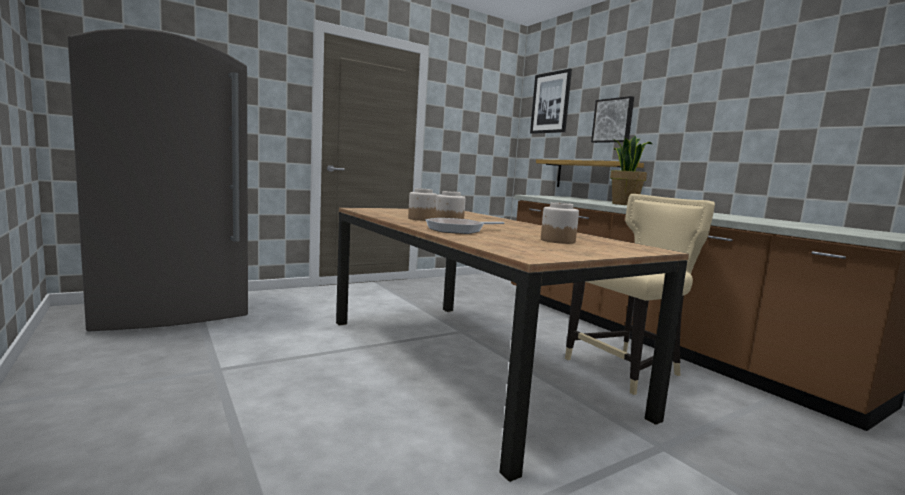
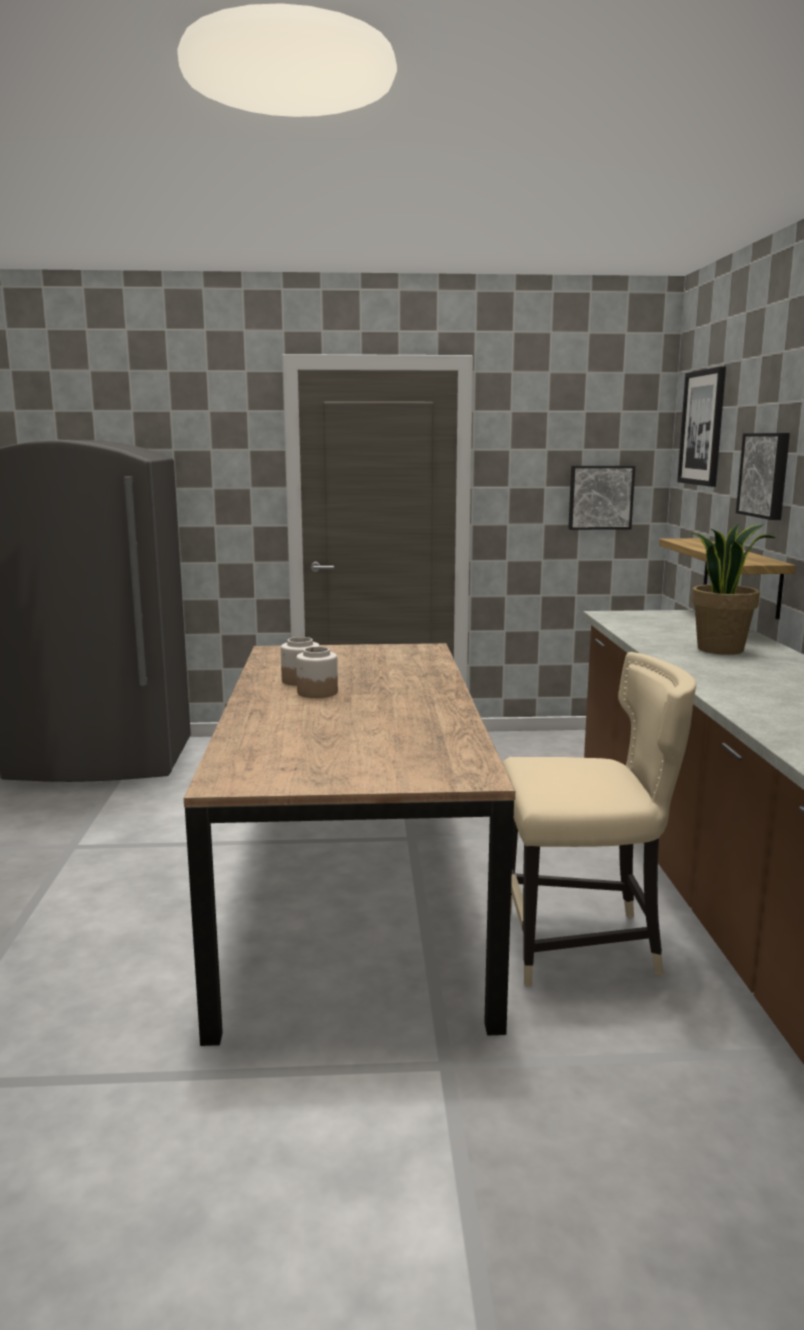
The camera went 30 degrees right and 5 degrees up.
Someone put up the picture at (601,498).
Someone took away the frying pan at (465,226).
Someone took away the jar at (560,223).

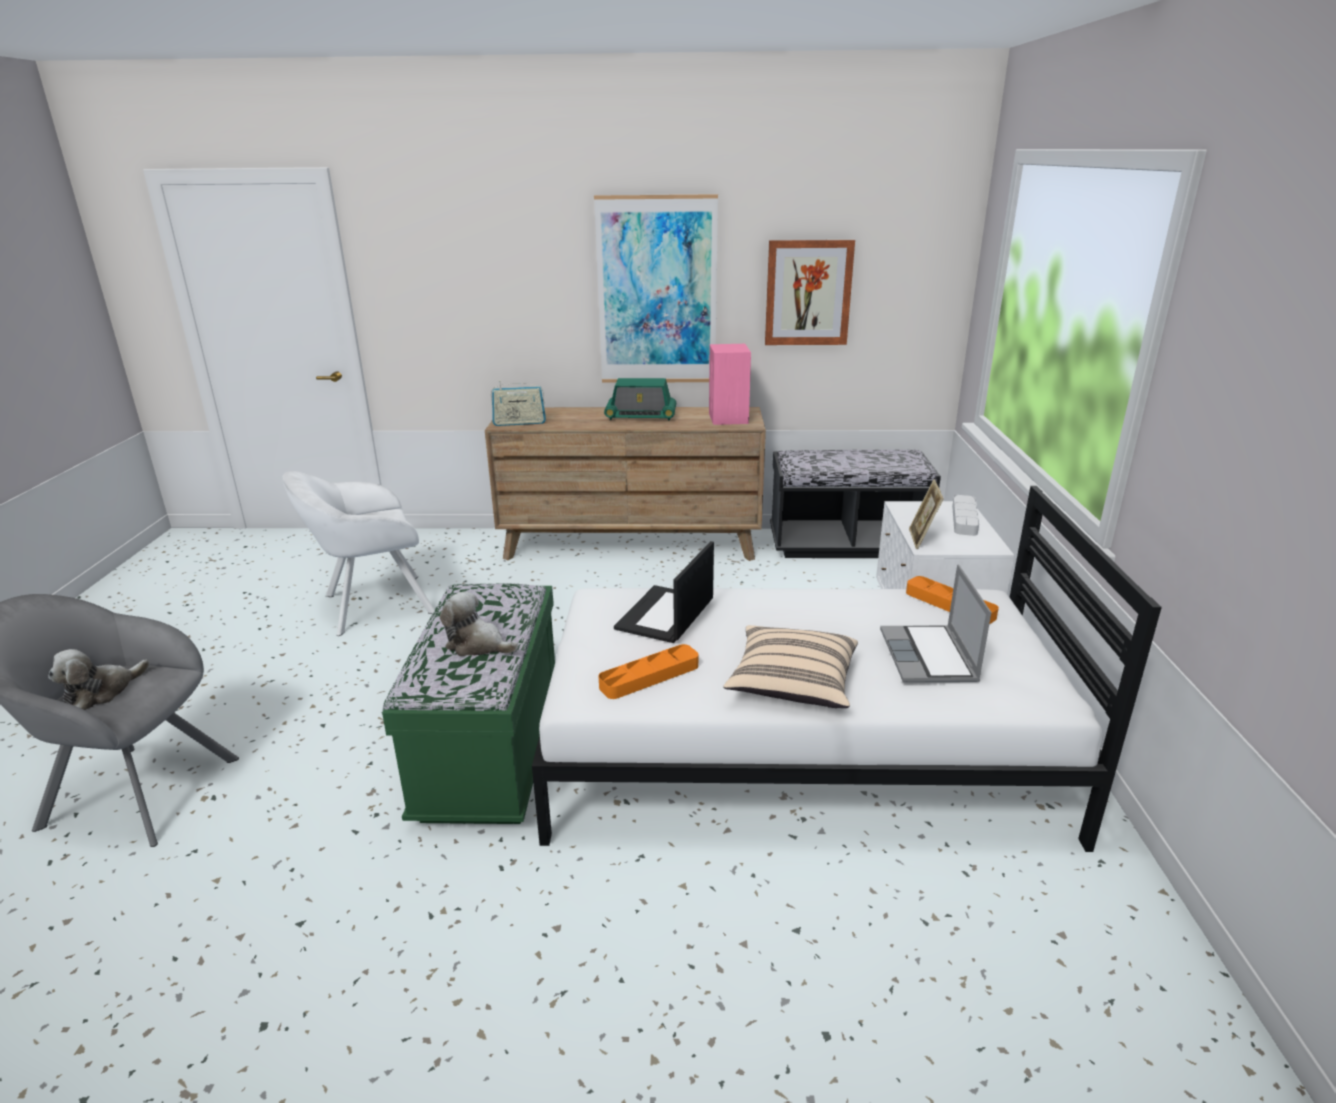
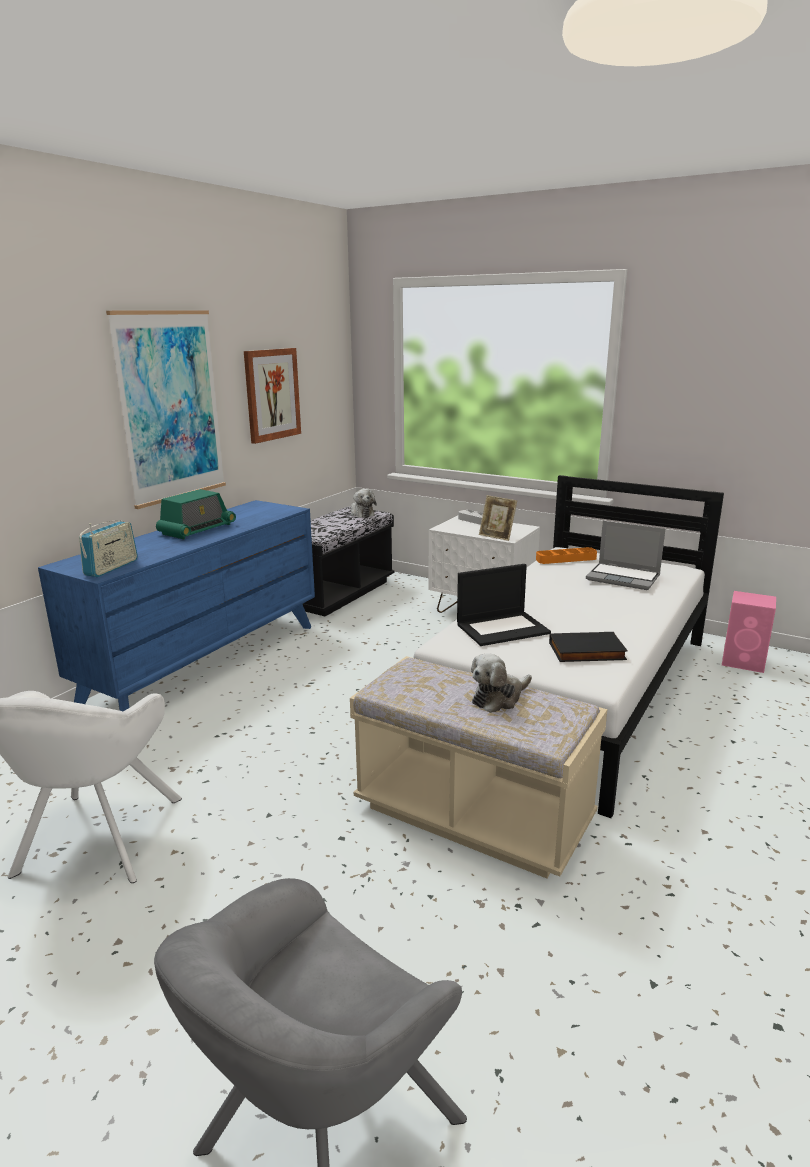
The camera went 60 degrees left and 5 degrees down.
Someone repainted the dresser (brown) at (625,484), which became the dresser (blue) at (176,605).
Someone carried the plush toy from (98,679) to (363,503).
Someone repainted the bench (green) at (468,703), which became the bench (beige) at (478,767).
Someone rotated the laptop at (664,592) by 75 degrees counterclockwise.
Someone swapped the tray (orange) at (648,671) for the book (black) at (588,647).
Someone carried the speaker (pink) from (730,384) to (749,632).
Someone took away the pillow (beige) at (790,666).

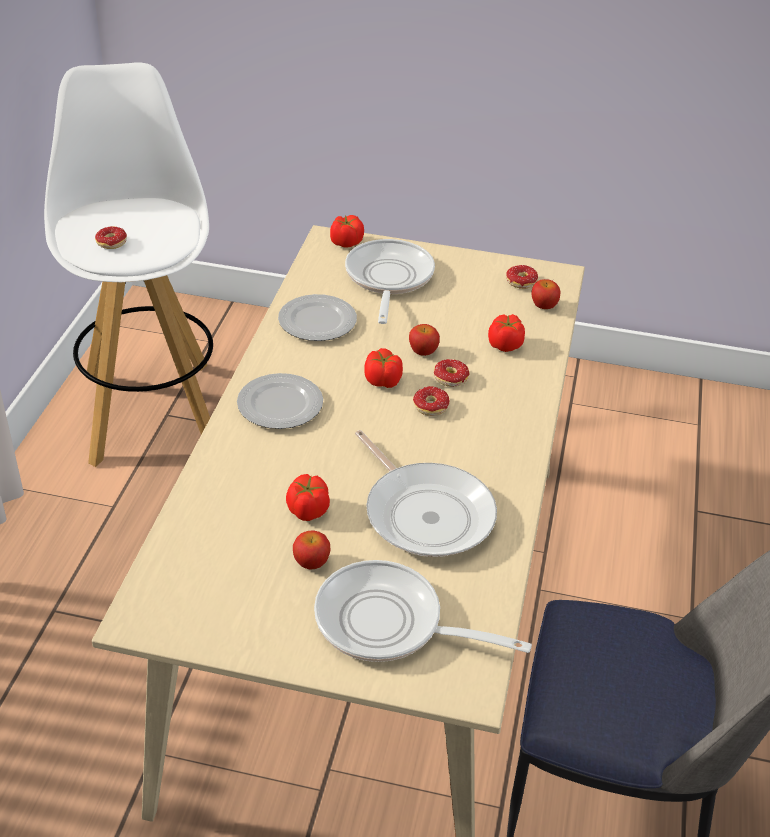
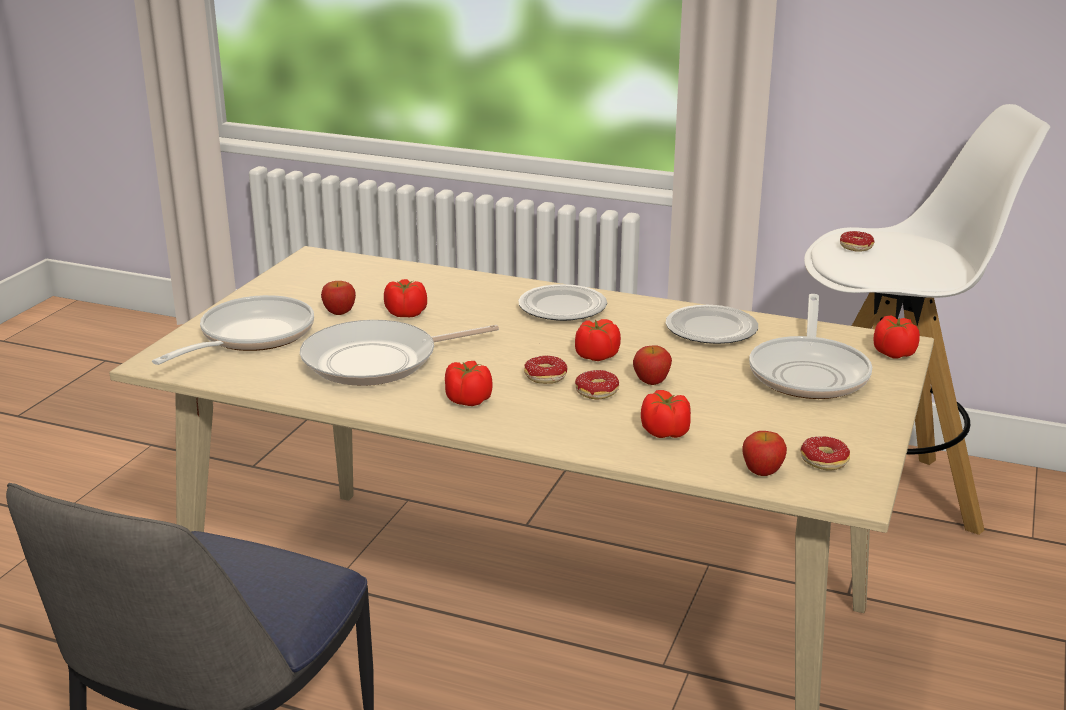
The camera went 100 degrees right and 15 degrees down.
Someone put down the tomato at (469,383).
Someone rotated the frying pan at (390,281) by 90 degrees clockwise.

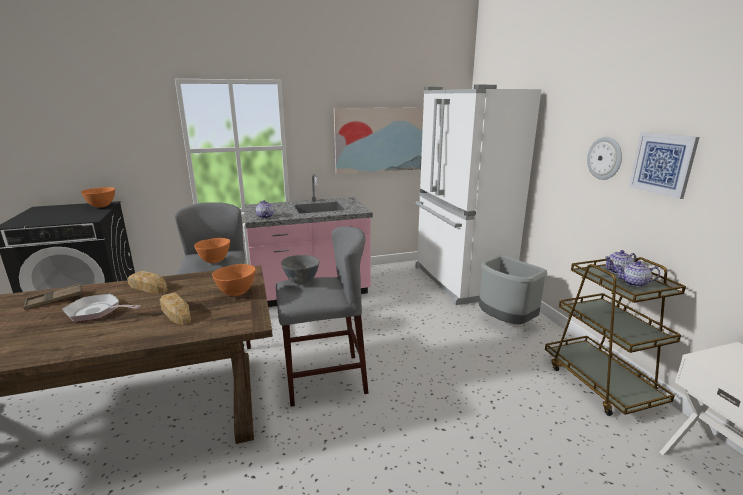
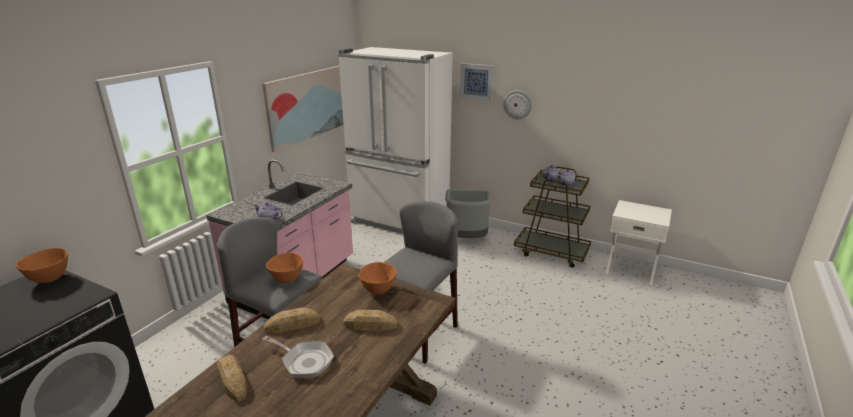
The camera went 45 degrees left and 5 degrees up.
Someone swapped the tray (brown) at (52,297) for the bread at (232,378).
Someone rotated the frying pan at (102,308) by 120 degrees counterclockwise.
Someone carried the picture from (664,165) to (477,82).
Someone took away the bowl (grey) at (300,269).

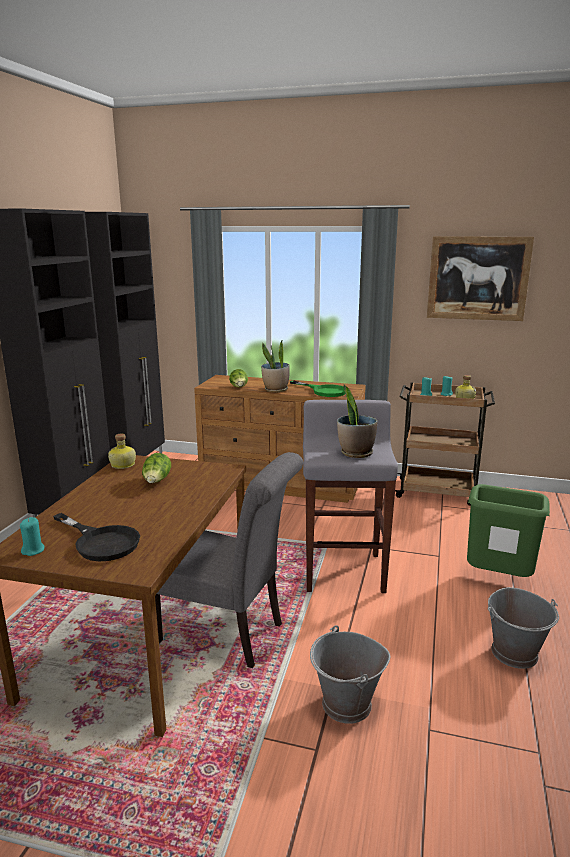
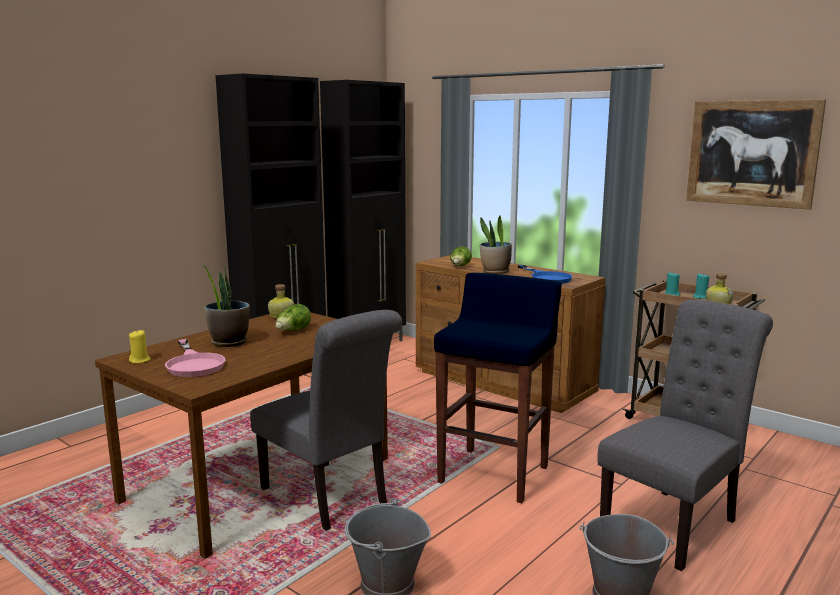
The camera went 25 degrees right and 5 degrees down.
Someone repainted the candle (turquoise) at (32,536), which became the candle (yellow) at (140,347).
Someone repainted the frying pan (black) at (96,537), which became the frying pan (pink) at (195,358).
Someone carried the potted plant from (357,421) to (226,306).
Someone repainted the stool (grey) at (350,496), which became the stool (blue) at (498,388).
Someone repainted the frying pan (green) at (317,388), which became the frying pan (blue) at (545,274).
Someone swapped the trash can (green) at (508,530) for the chair (grey) at (685,435).

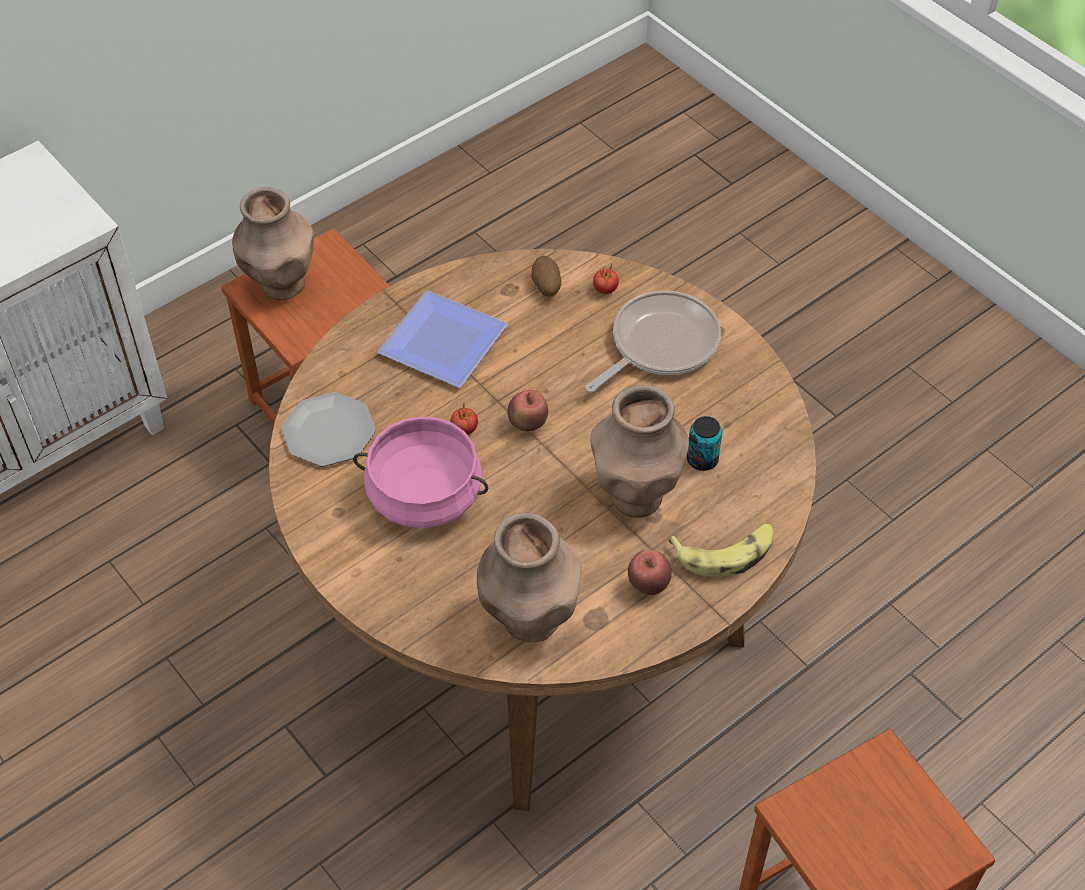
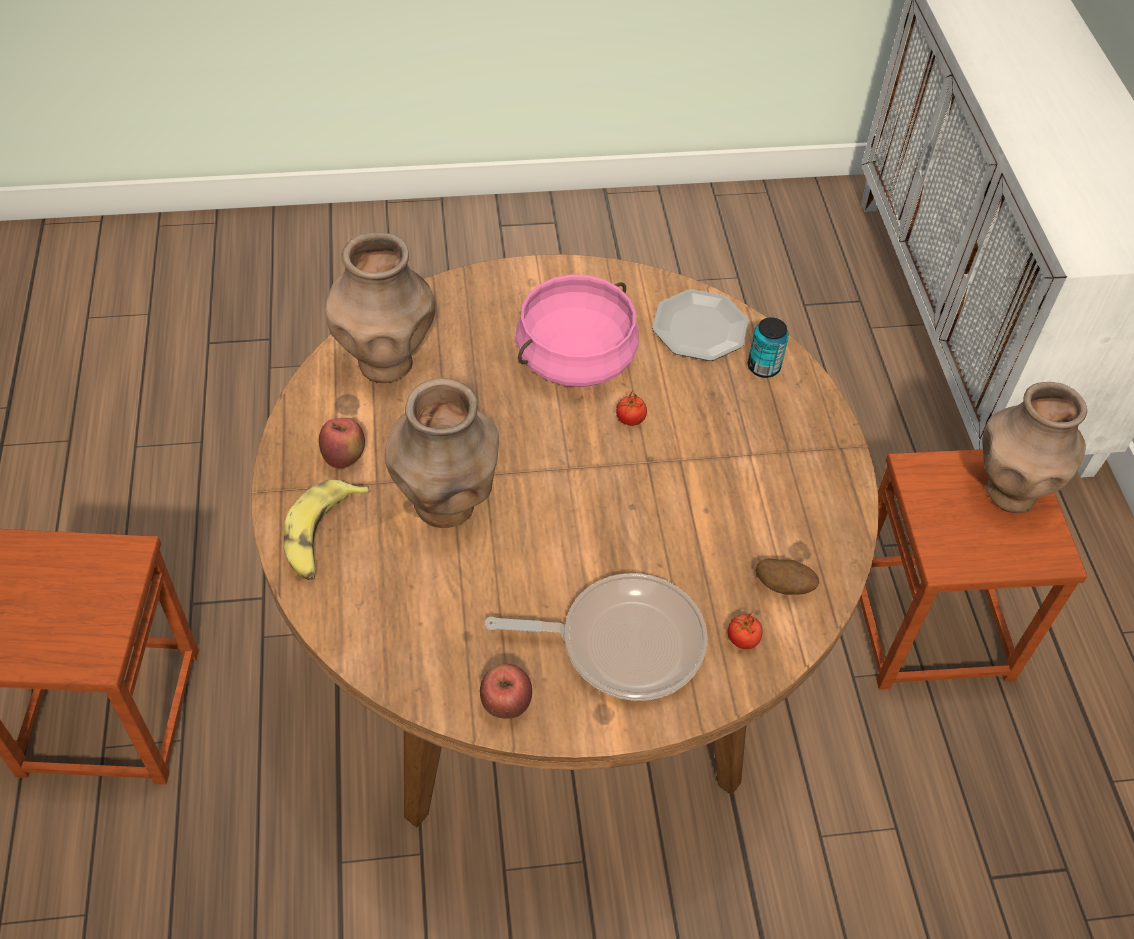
The camera went 120 degrees right and 0 degrees up.
Someone carried the apple from (527,410) to (506,691).
Someone rotated the frying pan at (653,341) by 75 degrees counterclockwise.
Someone carried the can from (704,443) to (768,347).
Someone took away the plate at (442,338).

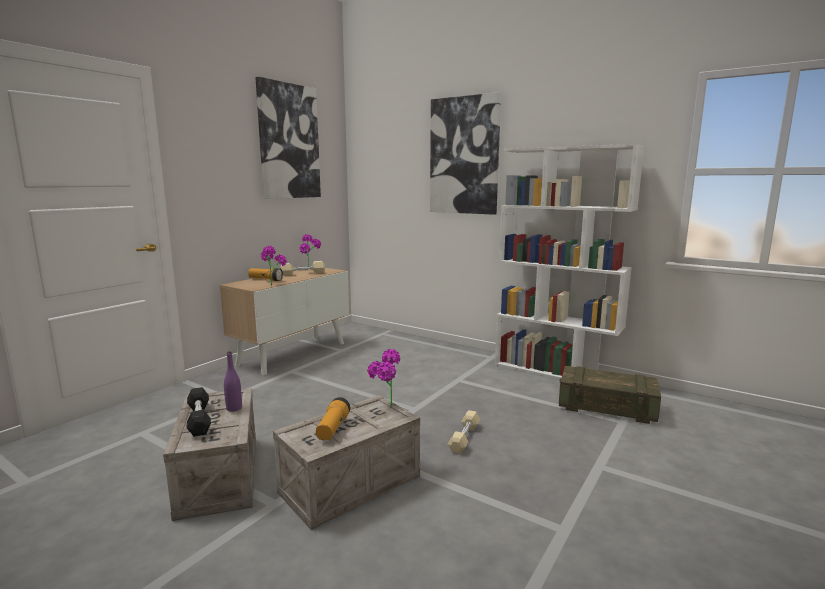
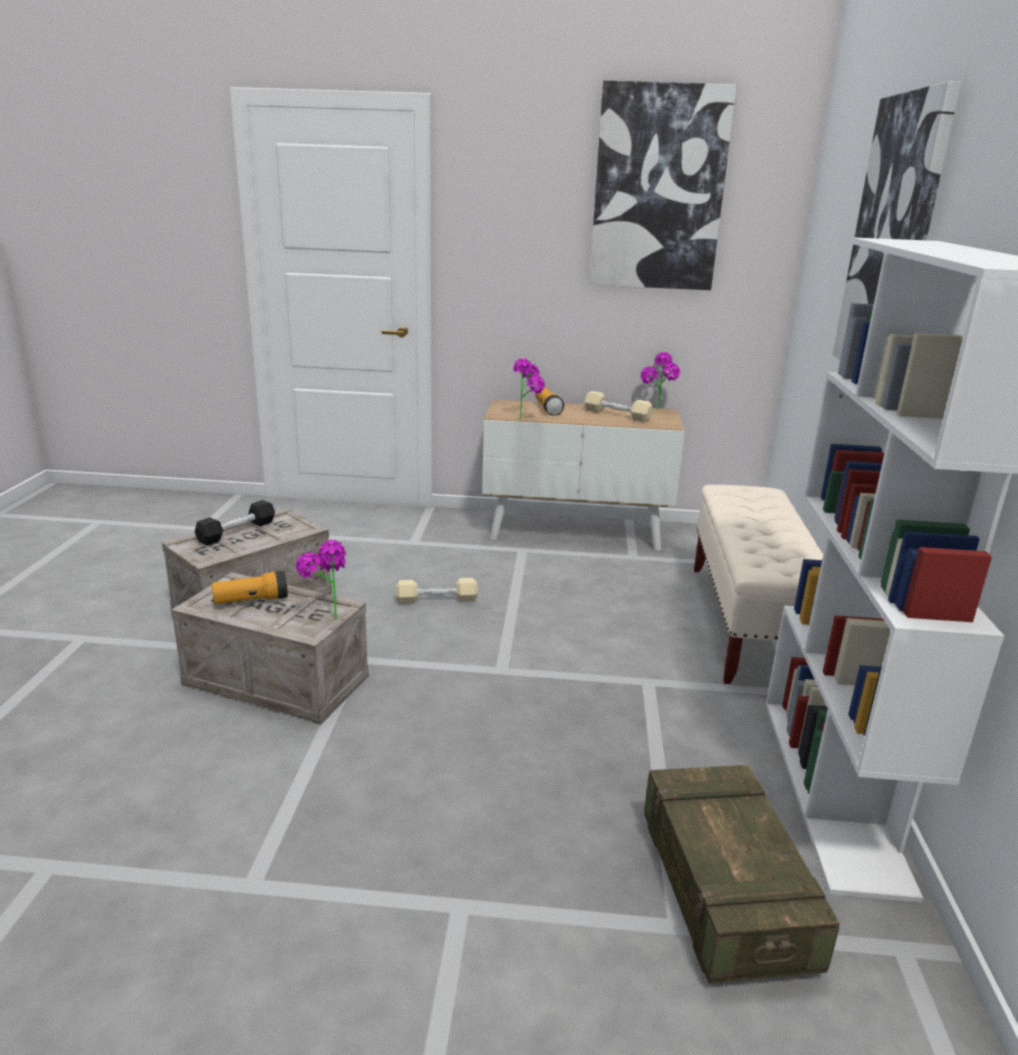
The camera went 60 degrees right and 10 degrees up.
Someone carried the dumbbell (beige) from (464,432) to (437,591).
Someone put down the bench (beige) at (758,584).
Someone took away the bottle (purple) at (233,381).

